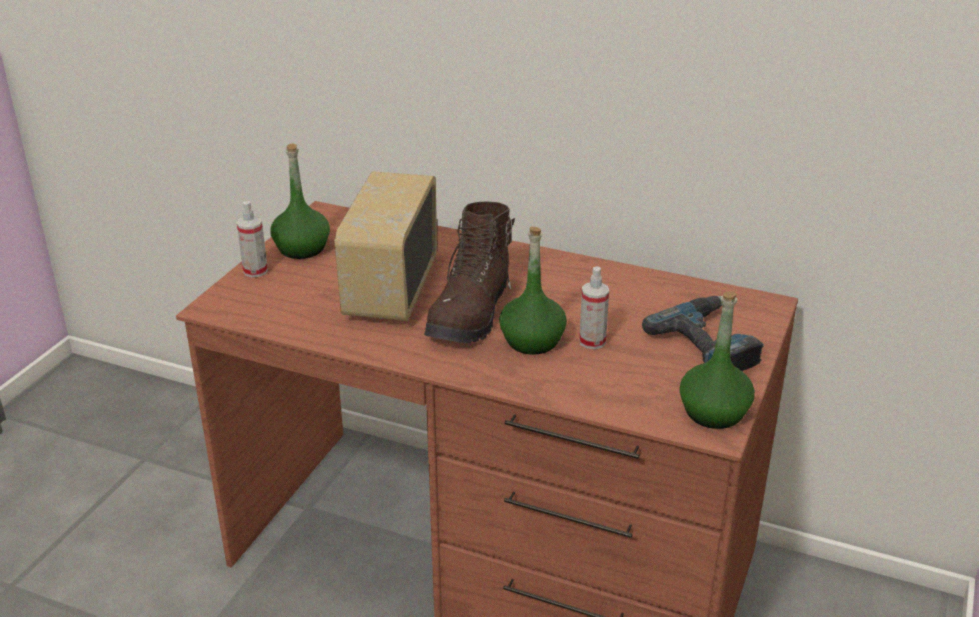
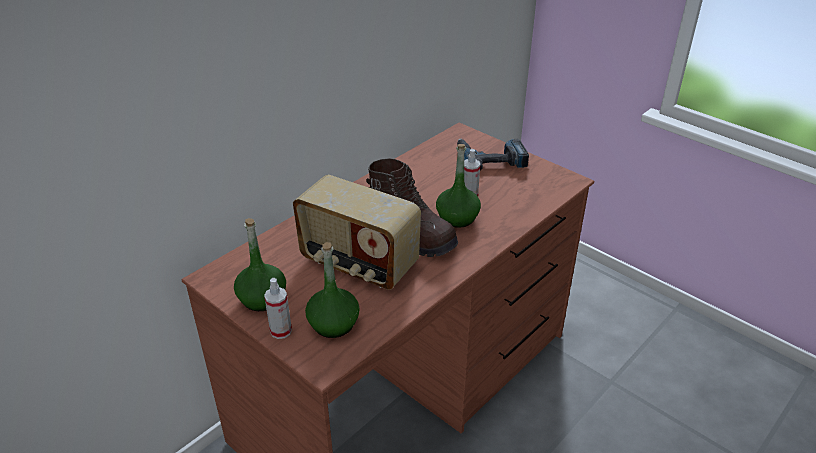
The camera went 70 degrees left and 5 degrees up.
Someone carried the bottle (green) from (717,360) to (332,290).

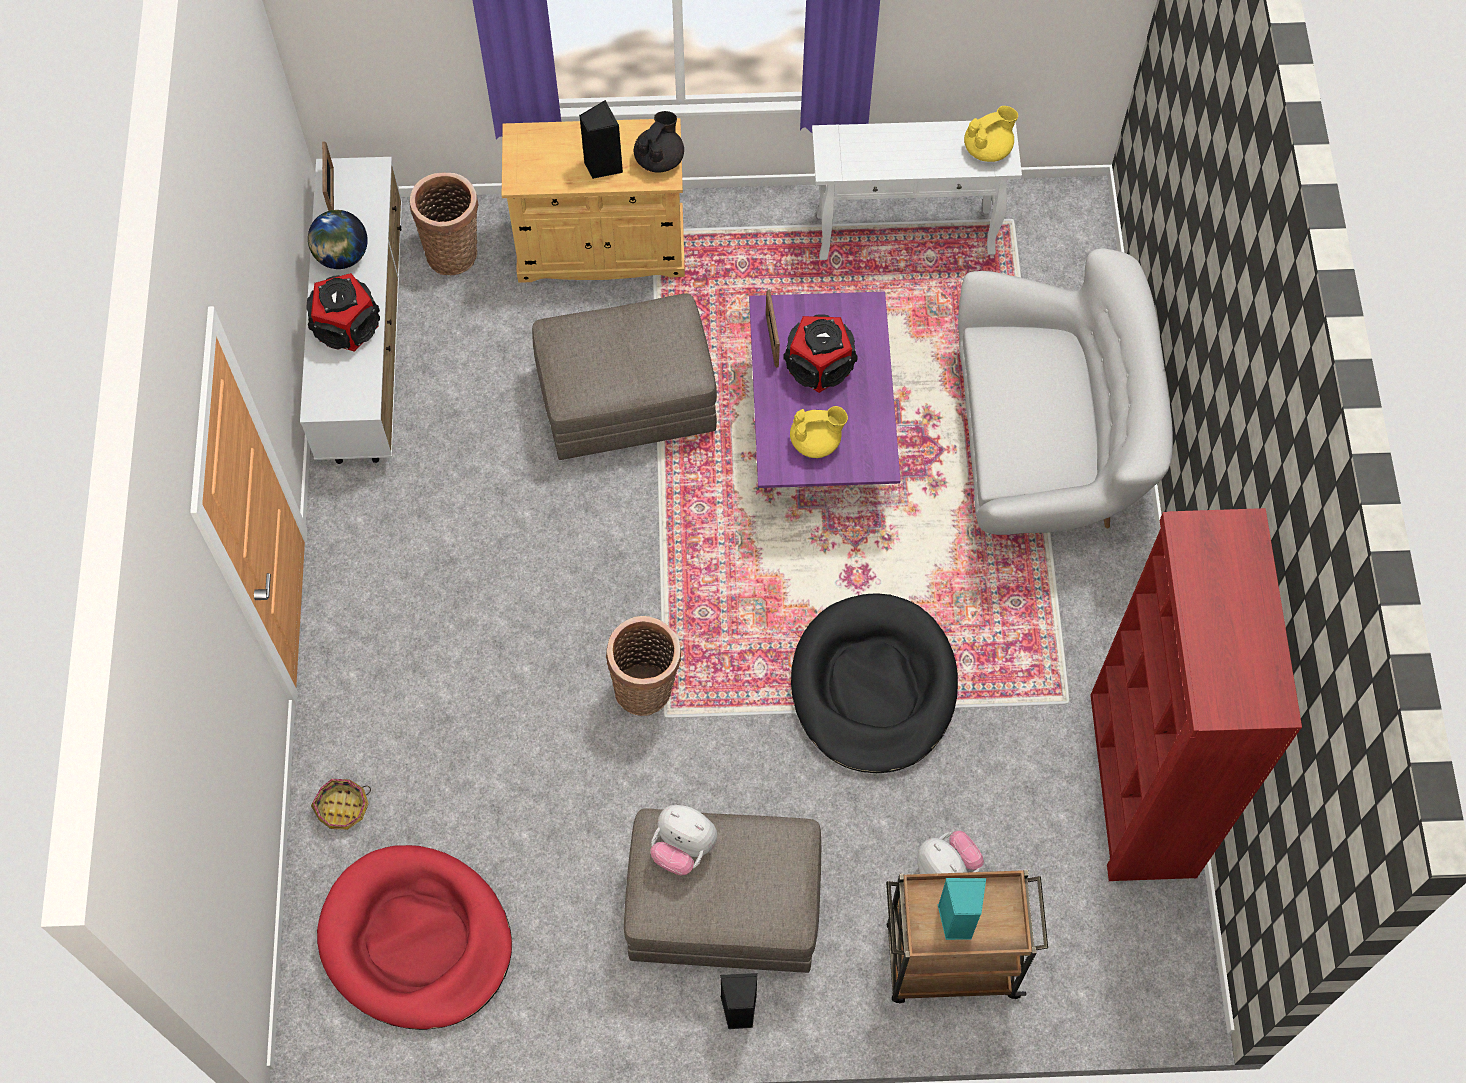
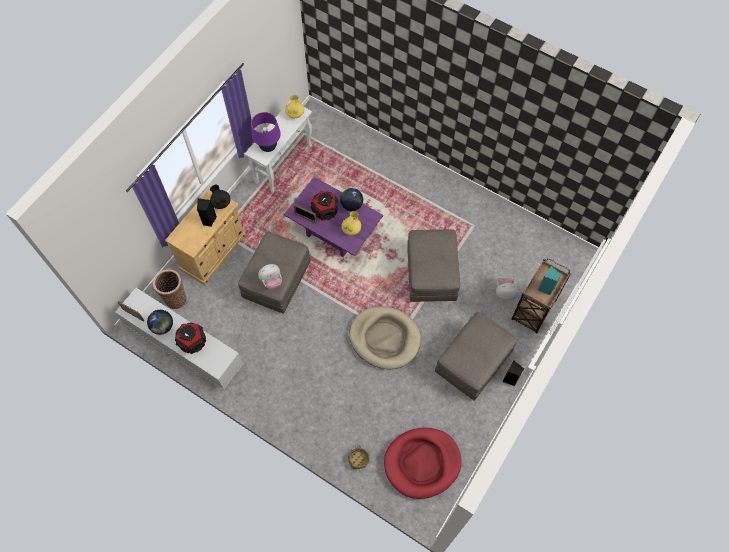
The camera went 55 degrees left and 0 degrees up.
Someone put down the table lamp (purple) at (266,132).
Someone carried the plush toy from (683,840) to (270,276).
Someone put down the globe at (351,199).
Someone swapped the basket at (644,666) for the dog bed (beige) at (385,337).
Someone swapped the dog bed (black) at (874,683) for the ottoman (grey) at (433,265).
Someone took away the sofa (white) at (1065,391).
Someone took away the bookcase (red) at (1196,694).

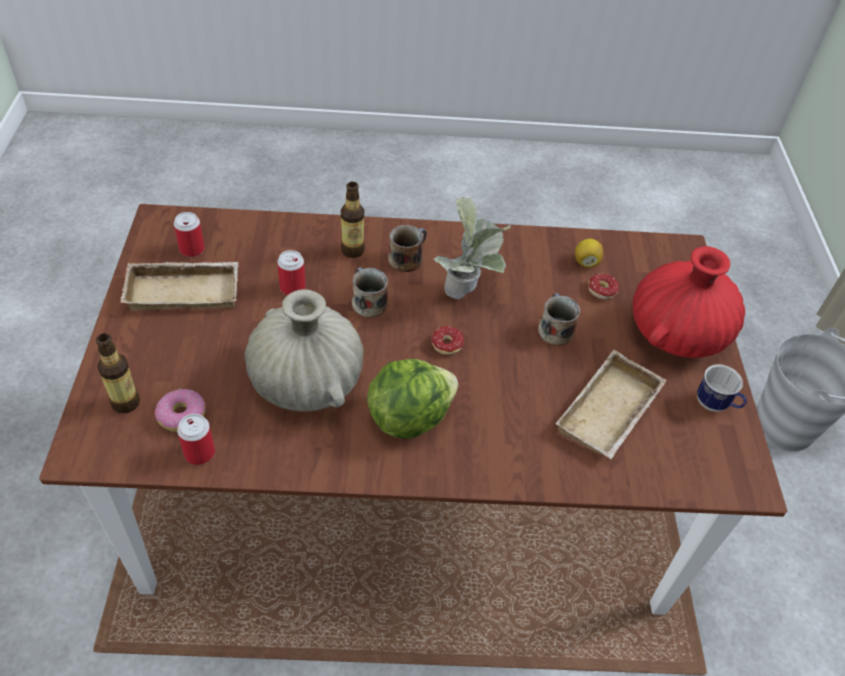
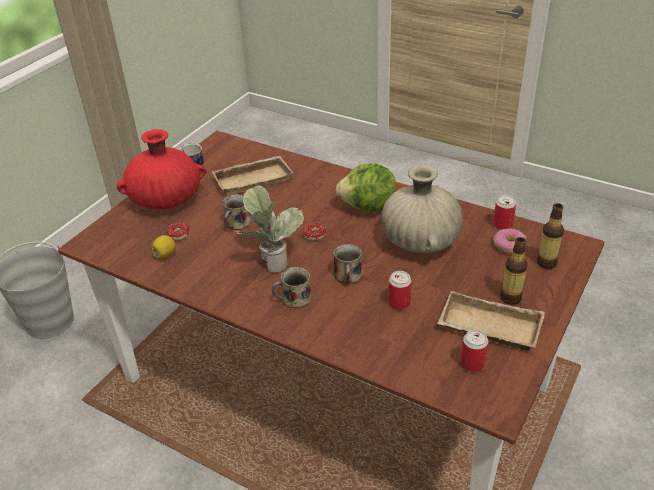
The camera went 145 degrees left and 10 degrees down.
Someone carried the bottle from (353,220) to (514,271).

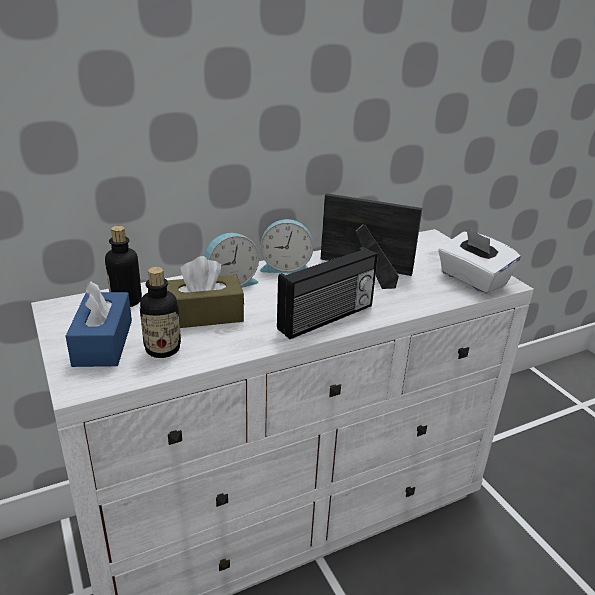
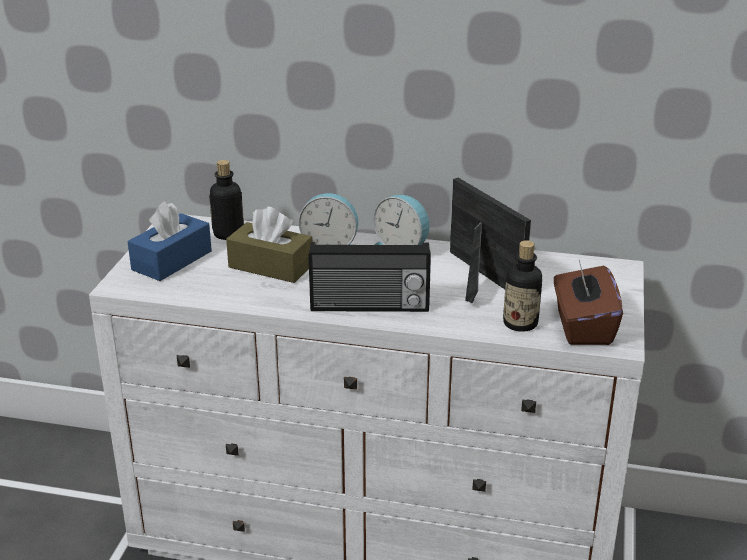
The camera went 40 degrees right and 0 degrees up.
Someone carried the bottle from (160,312) to (522,286).
Someone repainted the tissue box (white) at (479,261), which became the tissue box (brown) at (588,302).

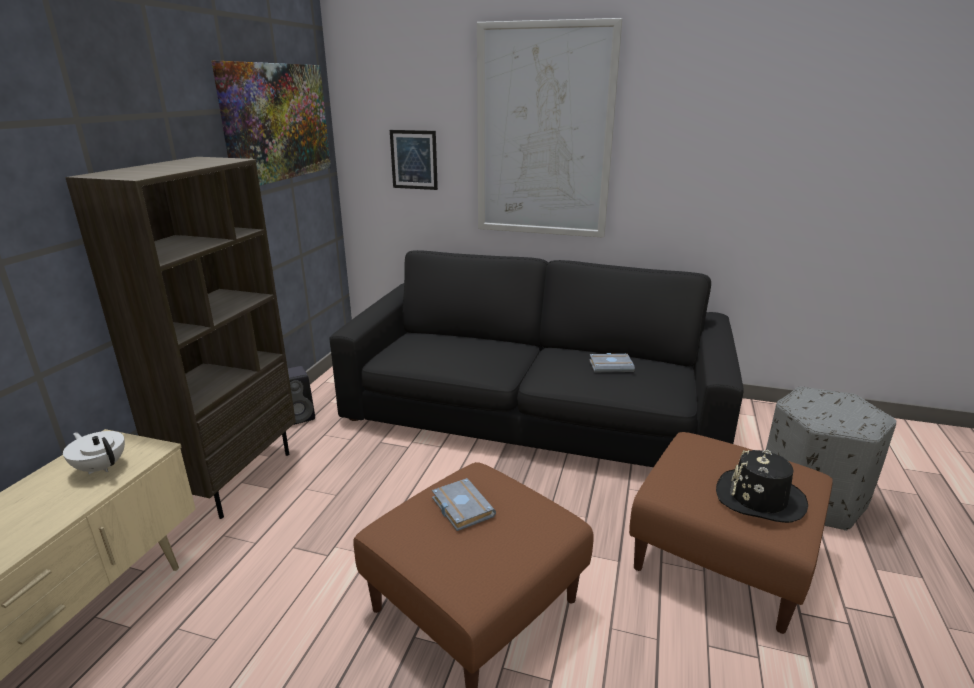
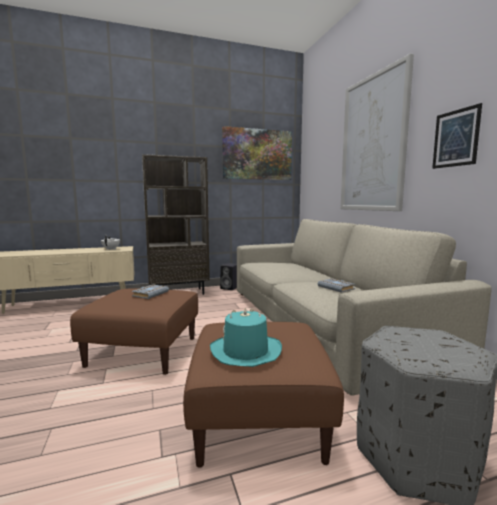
The camera went 55 degrees right and 15 degrees down.
Someone repainted the hat (black) at (762,486), which became the hat (turquoise) at (246,337).
Someone repainted the sofa (black) at (537,358), which became the sofa (beige) at (364,307).
Someone carried the picture from (414,160) to (457,136).

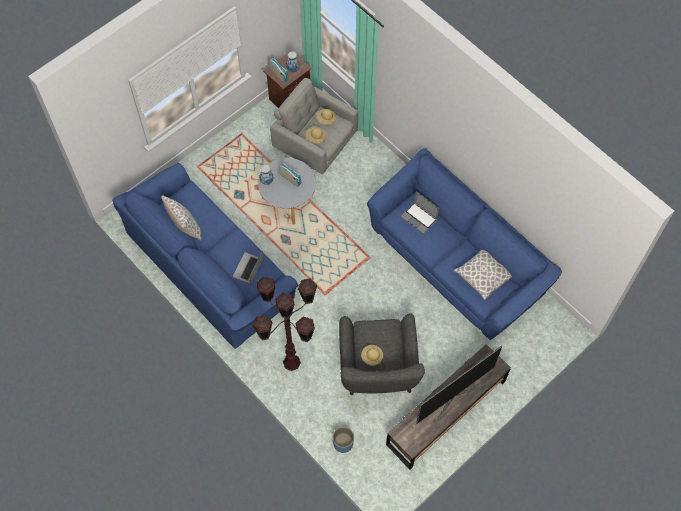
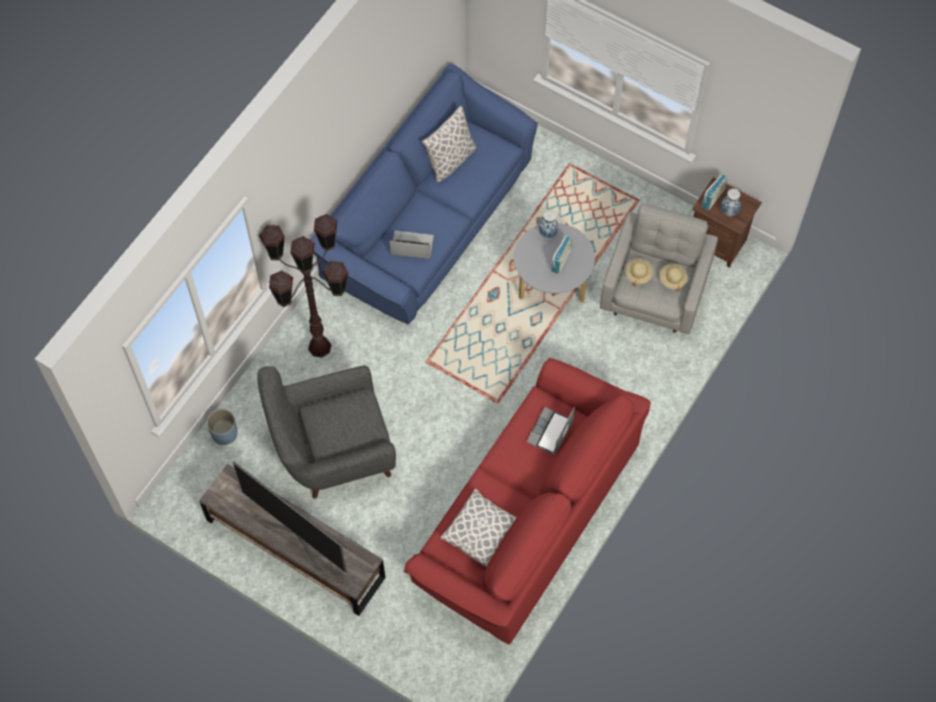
The camera went 75 degrees right and 0 degrees up.
Someone repainted the sofa (blue) at (464,244), which became the sofa (red) at (527,501).
Someone took away the hat (beige) at (372,355).

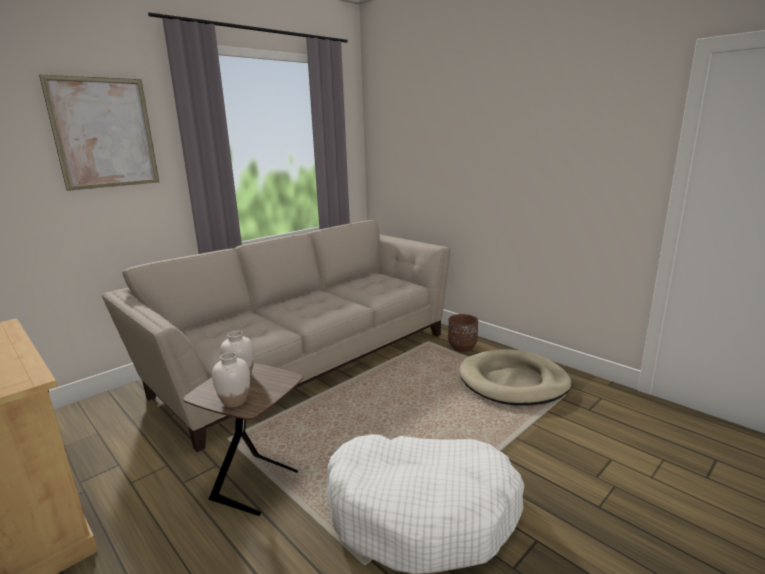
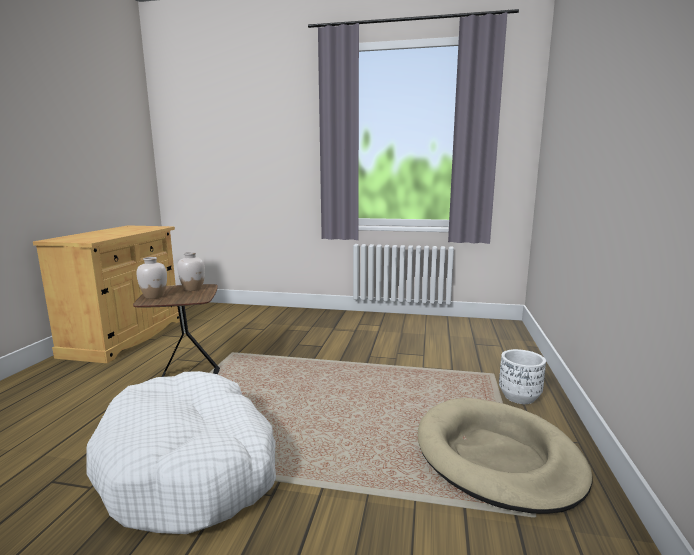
The camera went 55 degrees right and 5 degrees down.
Someone repainted the planter (brown) at (463,333), which became the planter (white) at (522,376).
Someone took away the picture at (99,133).
Someone took away the sofa (beige) at (276,336).

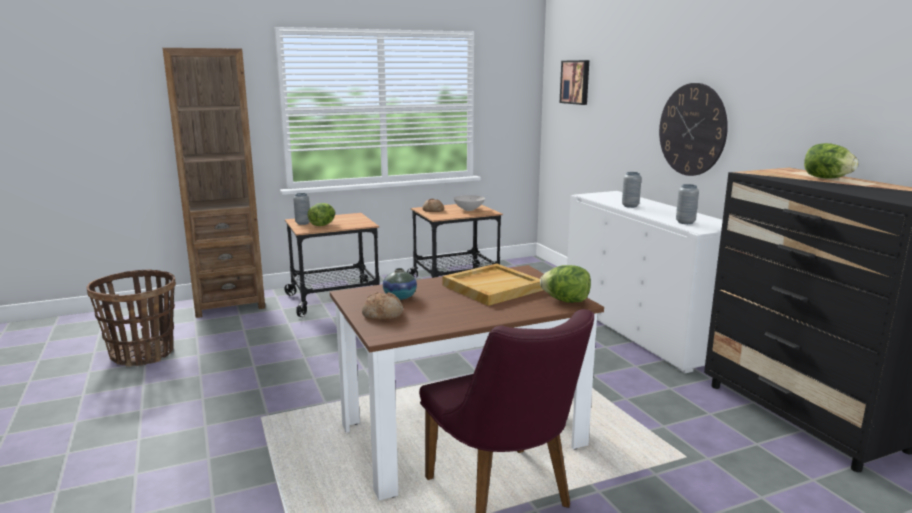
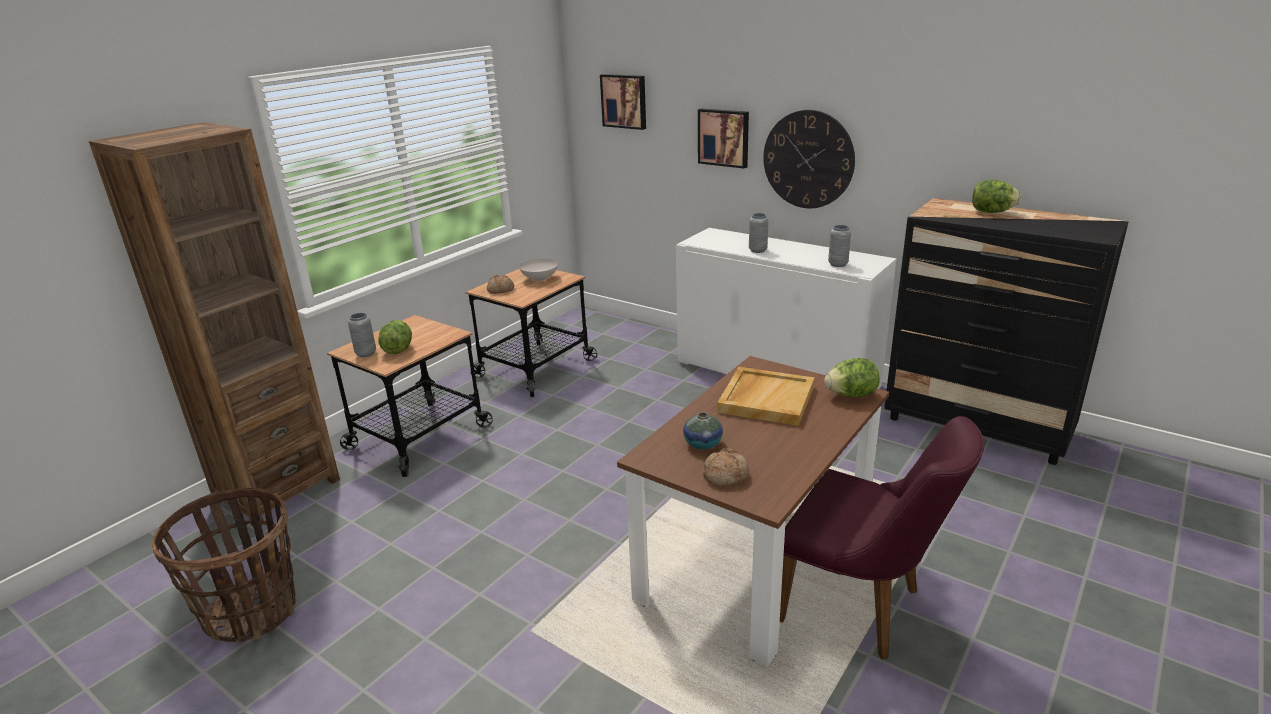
The camera went 30 degrees left and 10 degrees up.
Someone put up the picture at (723,138).

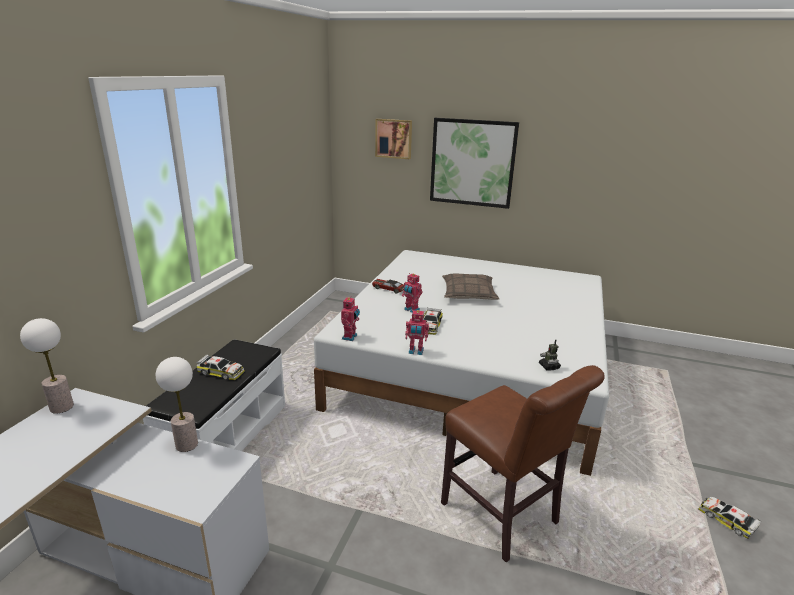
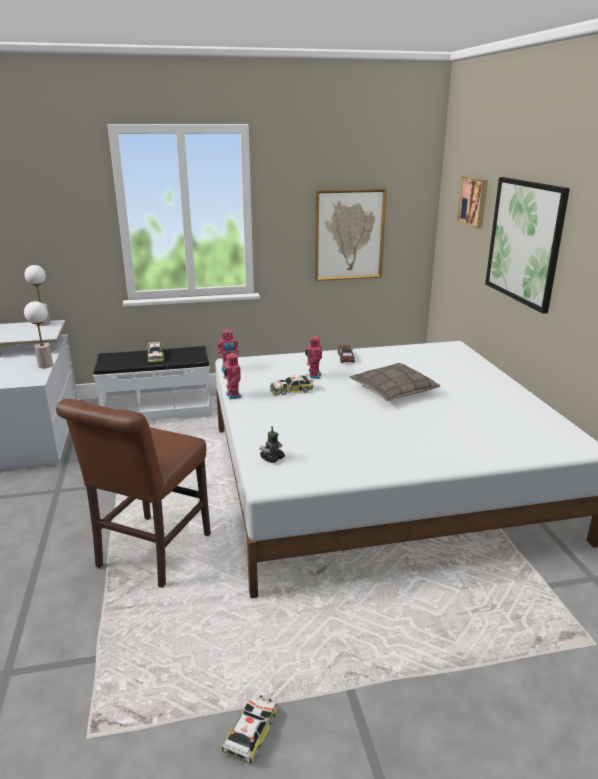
The camera went 60 degrees right and 0 degrees up.
Someone put up the picture at (351,235).

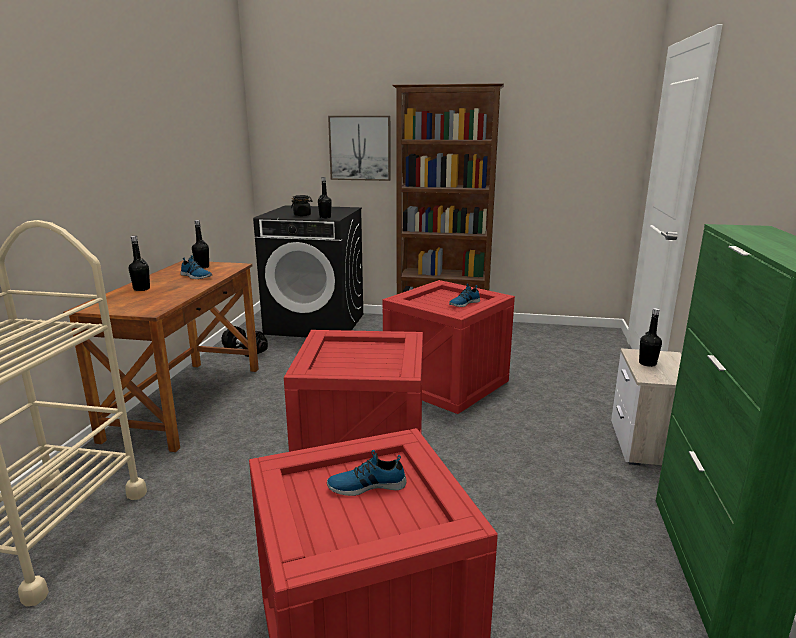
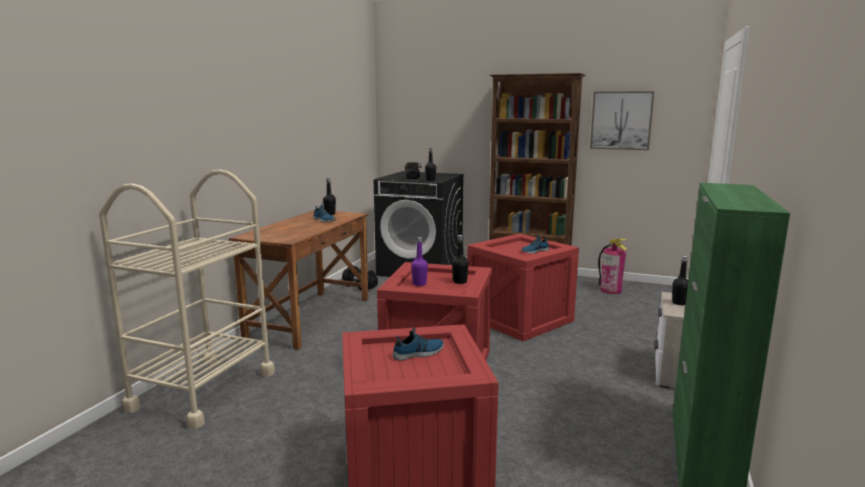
The camera went 10 degrees right and 5 degrees down.
Someone rotated the shoe at (367,473) by 150 degrees clockwise.
Someone put down the bottle (purple) at (419,261).
Someone carried the bottle (black) from (139,263) to (460,259).
Someone carried the picture from (359,148) to (622,120).
Someone put down the fire extinguisher at (613,266).

